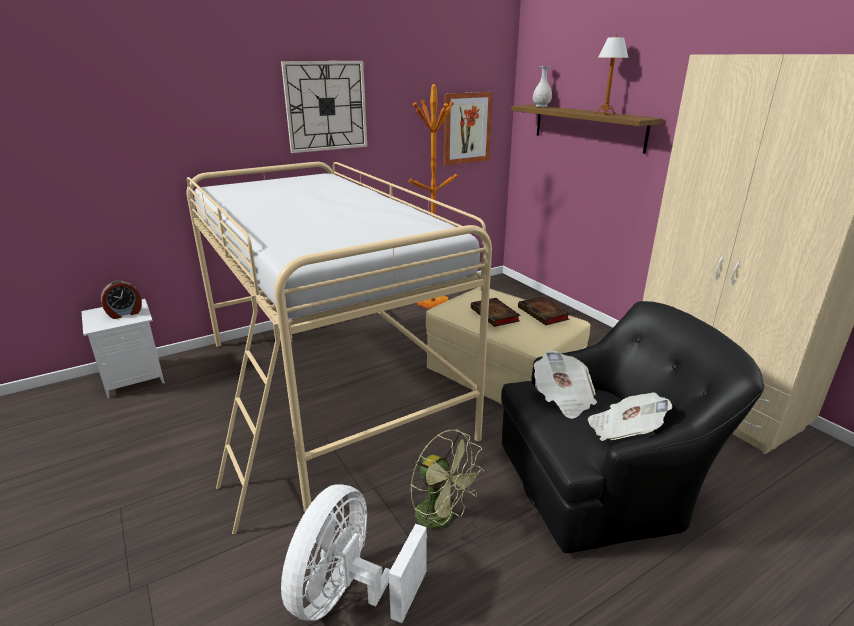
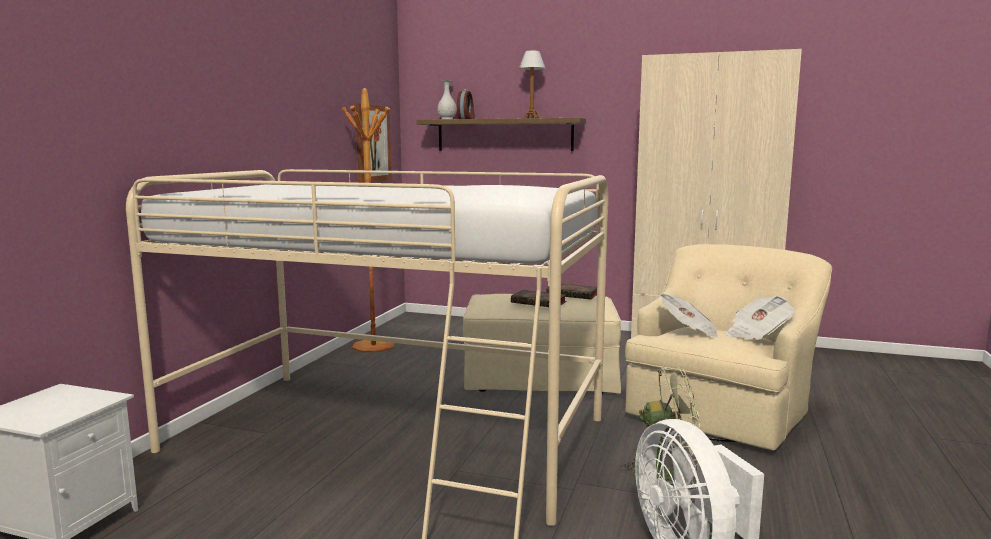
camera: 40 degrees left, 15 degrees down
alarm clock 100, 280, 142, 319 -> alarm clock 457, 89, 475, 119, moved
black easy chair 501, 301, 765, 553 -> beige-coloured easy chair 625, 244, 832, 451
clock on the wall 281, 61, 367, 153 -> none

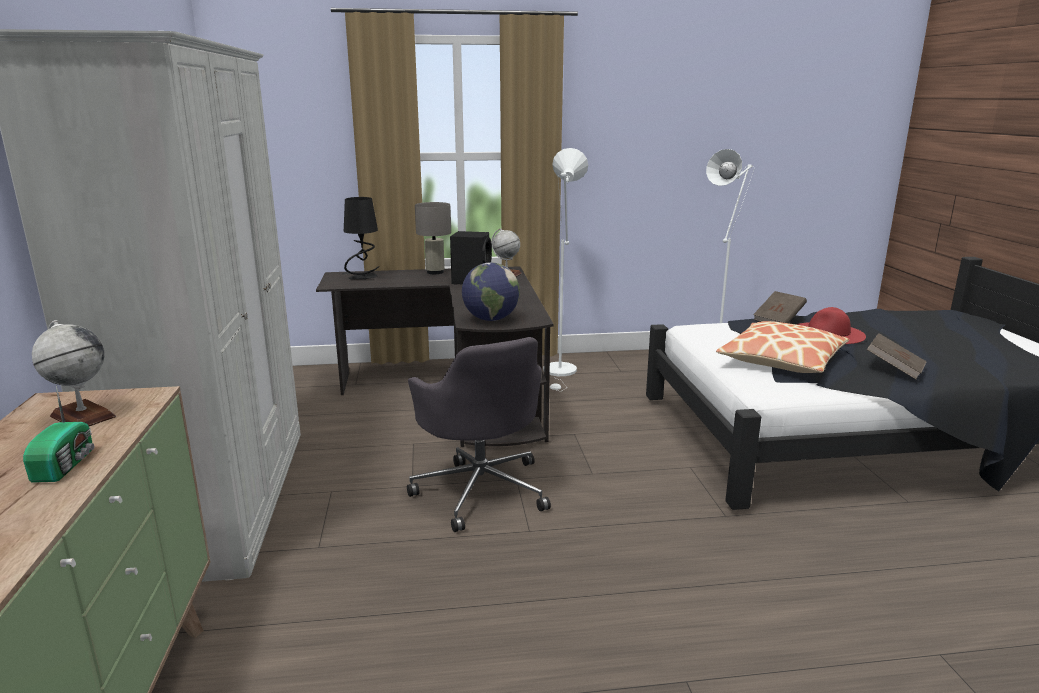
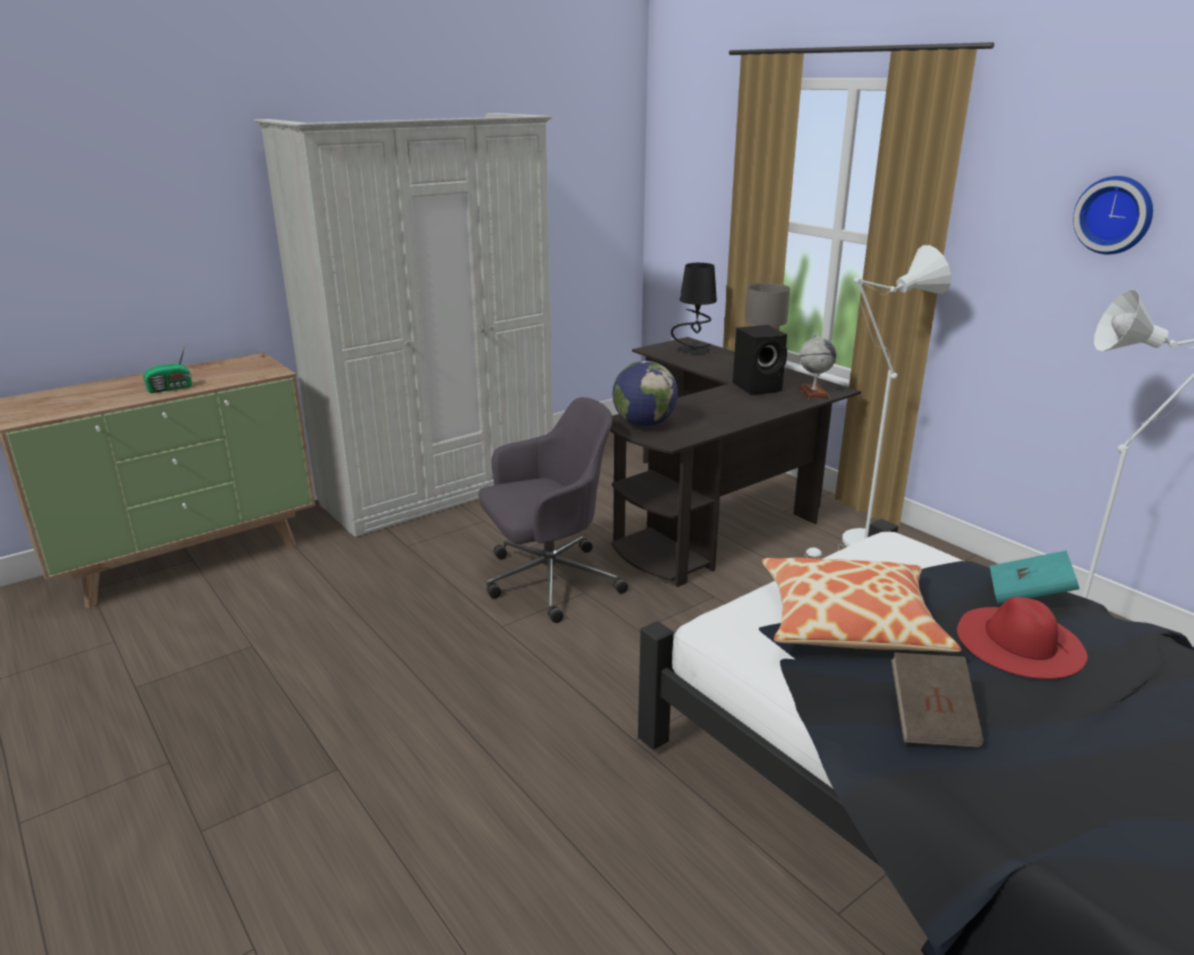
camera: 60 degrees right, 5 degrees up
gray desk chair 407, 337, 551, 532 -> gray desk chair 478, 397, 628, 623, 150 degrees counterclockwise
brownish book 753, 291, 807, 323 -> turquoise book 990, 550, 1079, 604
none -> clock on the wall 1073, 176, 1153, 254
globe 32, 320, 116, 426 -> none

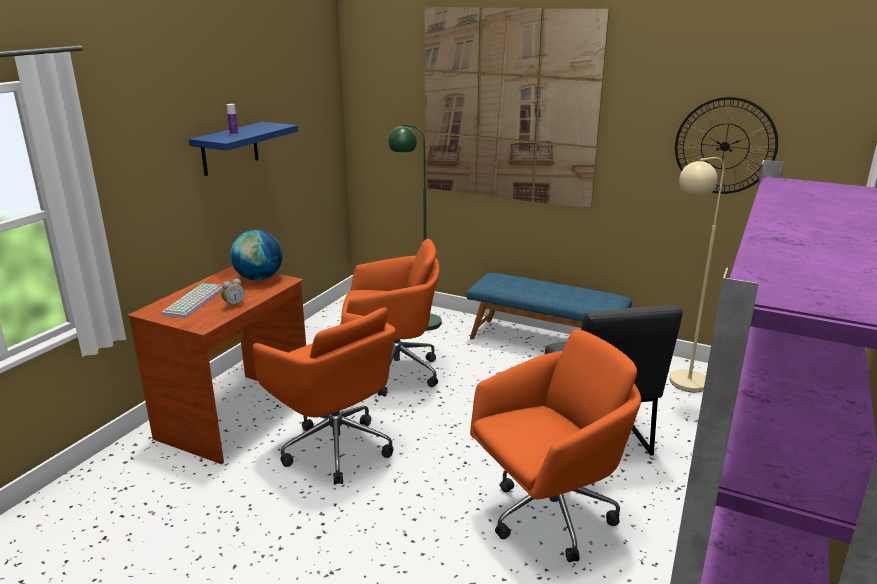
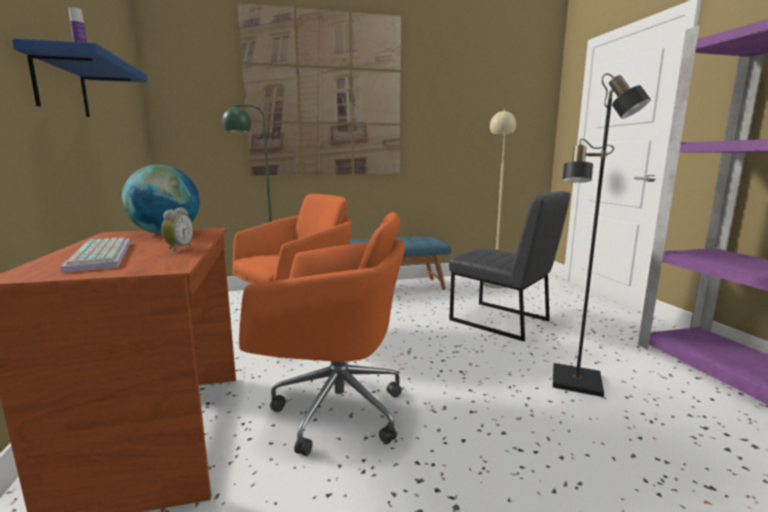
camera: 40 degrees left, 10 degrees down
orange-coloured desk chair 470, 330, 641, 562 -> black floor lamp 553, 73, 651, 397
clock on the wall 675, 97, 778, 194 -> none

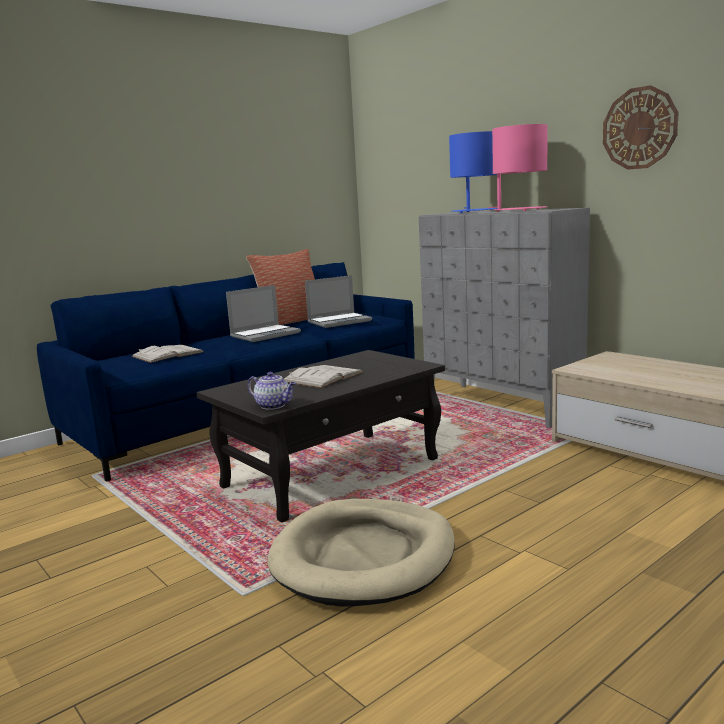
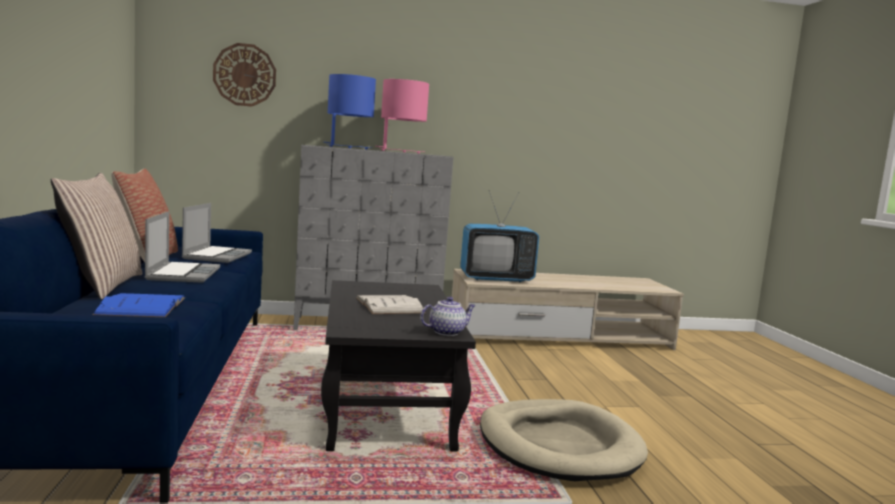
camera: 60 degrees left, 5 degrees down
none -> cushion 51, 173, 143, 300
white-coloured book 131, 345, 204, 363 -> bluish book 93, 293, 185, 317
clock on the wall 603, 85, 679, 170 -> clock on the wall 213, 43, 276, 107, moved
none -> television 460, 190, 539, 282

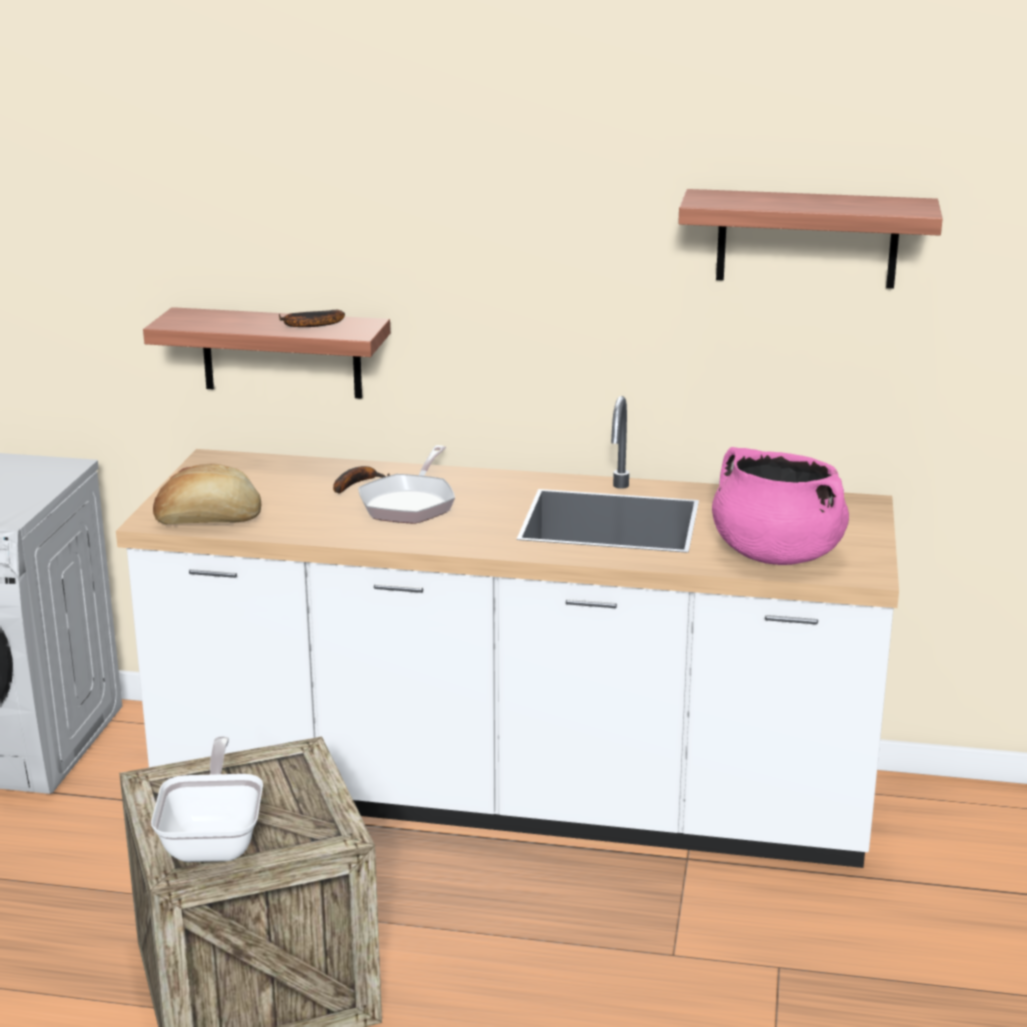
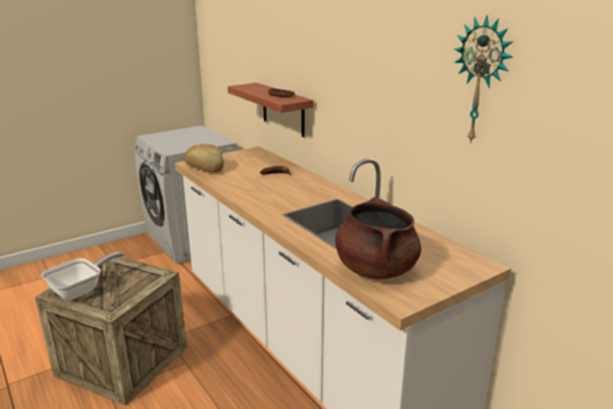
camera: 45 degrees right, 0 degrees up
pink saucepot 712, 447, 849, 565 -> brownish saucepot 335, 197, 421, 279
shelf 678, 189, 943, 288 -> clock on the wall 454, 14, 513, 144
skillet 358, 445, 455, 524 -> none

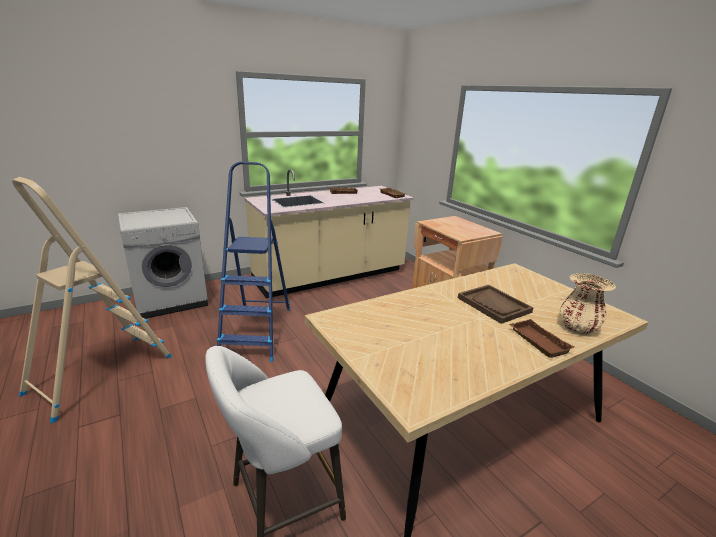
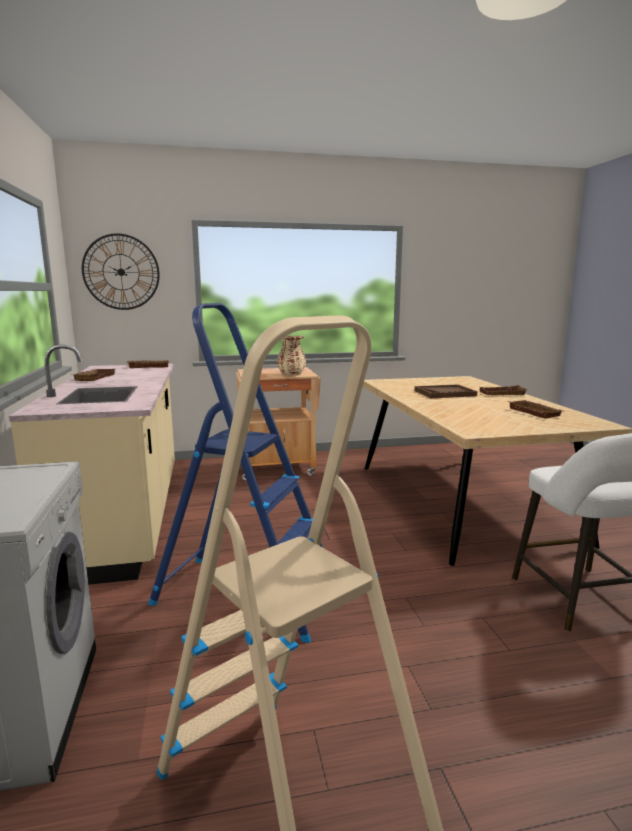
camera: 70 degrees left, 10 degrees down
none -> clock on the wall 82, 233, 160, 310
beige-coloured decorative vase 560, 273, 616, 335 -> beige-coloured decorative vase 277, 336, 306, 375, moved
none -> brownish serving tray 507, 400, 563, 419

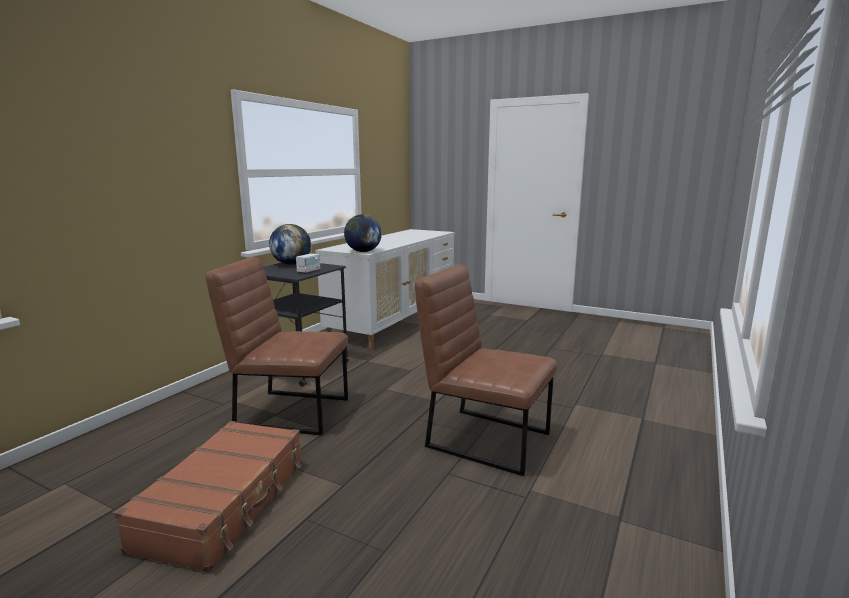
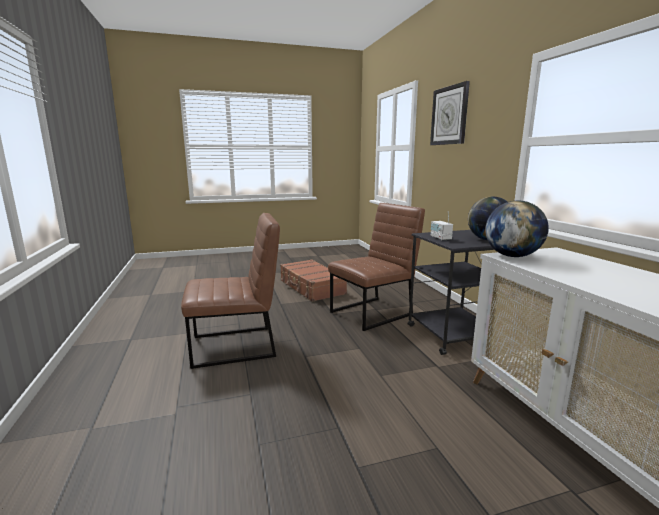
camera: 135 degrees right, 0 degrees up
none -> clock on the wall 430, 81, 470, 145

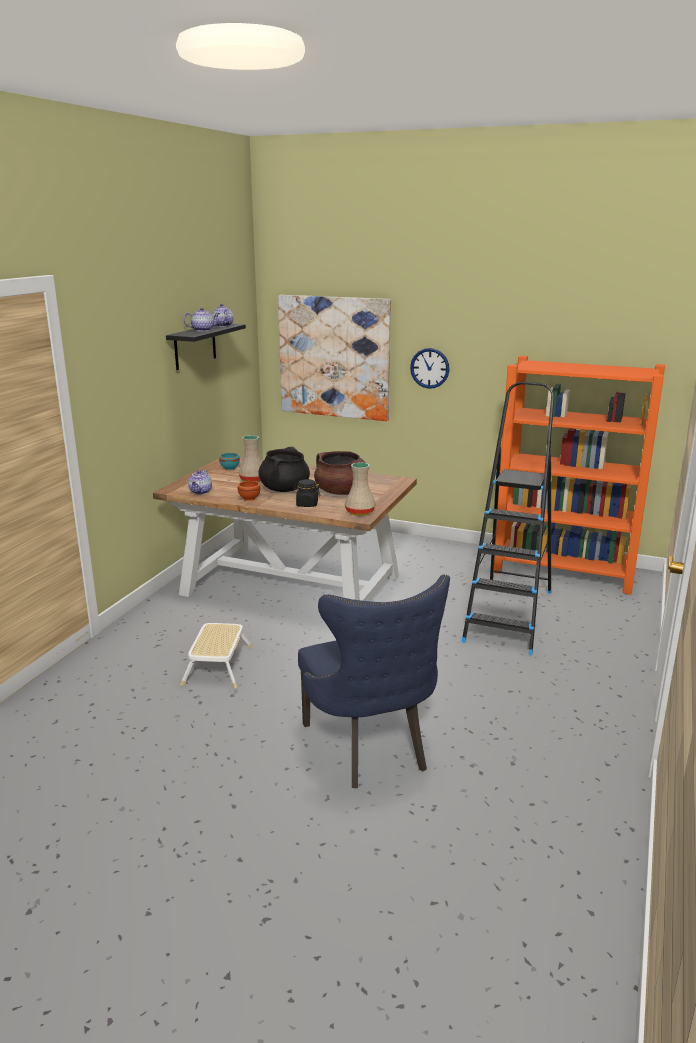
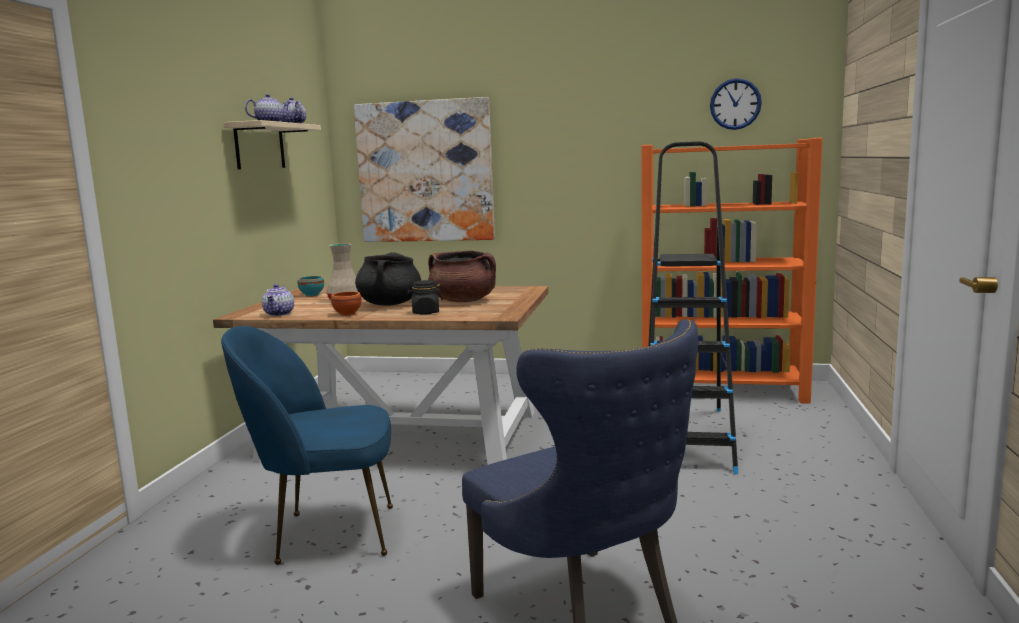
camera: 10 degrees left, 10 degrees down
beige-coloured step ladder 180, 623, 253, 688 -> bluish upright chair 221, 326, 393, 565
black shelf 166, 324, 246, 370 -> beige-coloured shelf 223, 120, 321, 169
clock on the wall 410, 348, 449, 389 -> clock on the wall 710, 78, 762, 130, moved
beige-coloured decorative vase 345, 462, 376, 516 -> none

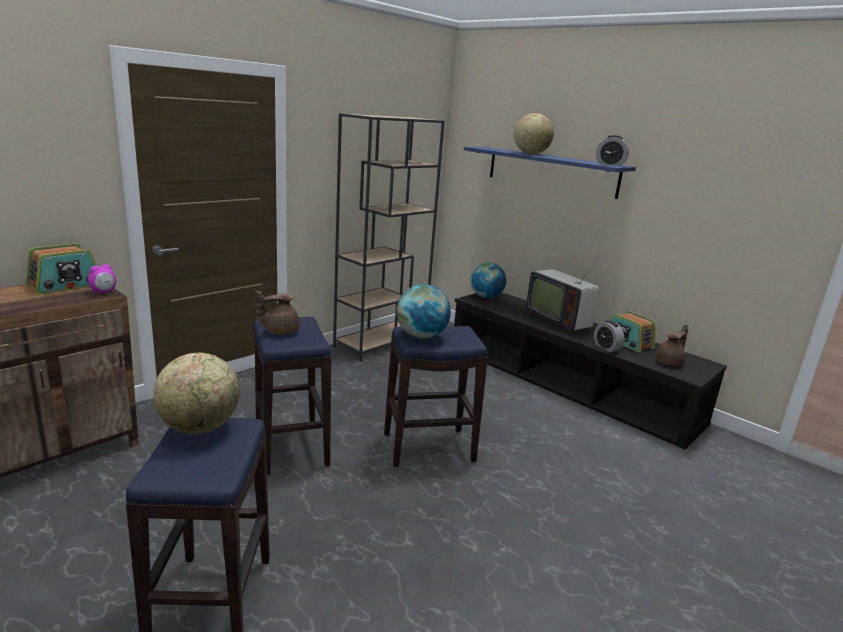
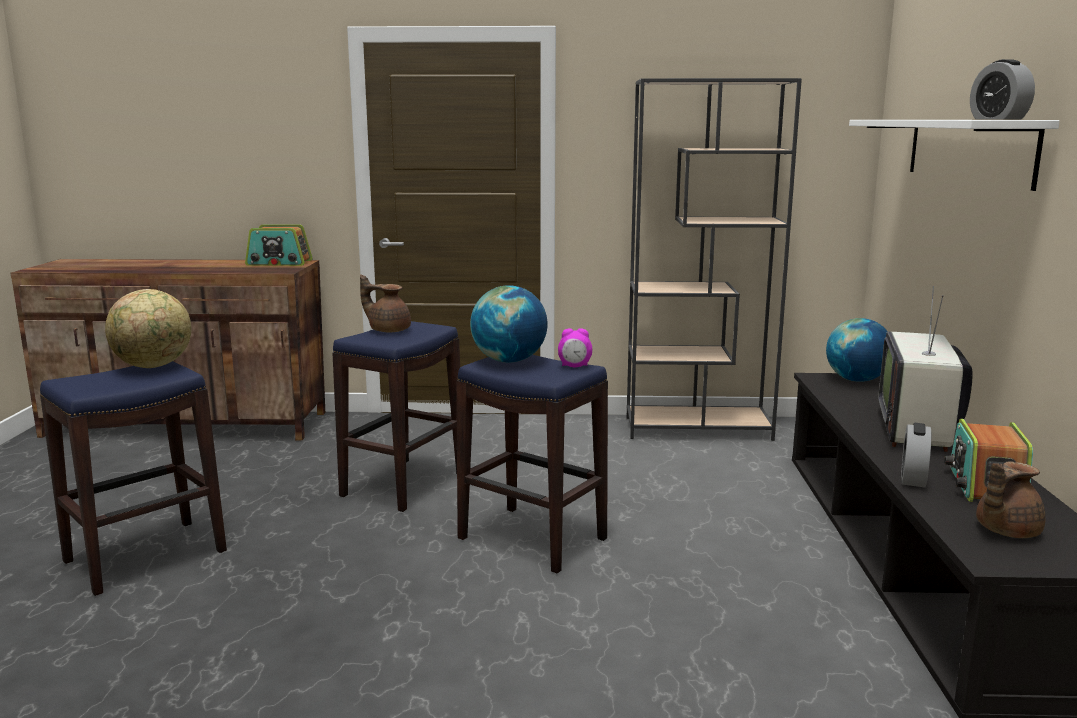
camera: 50 degrees right, 5 degrees down
alarm clock 88, 264, 116, 294 -> alarm clock 558, 328, 592, 367, moved
bluish shelf 464, 147, 636, 199 -> white-coloured shelf 849, 120, 1060, 191
brownish pot for tea 656, 324, 689, 366 -> brownish pot for tea 976, 461, 1046, 538, 135 degrees clockwise
globe 514, 113, 554, 154 -> none

